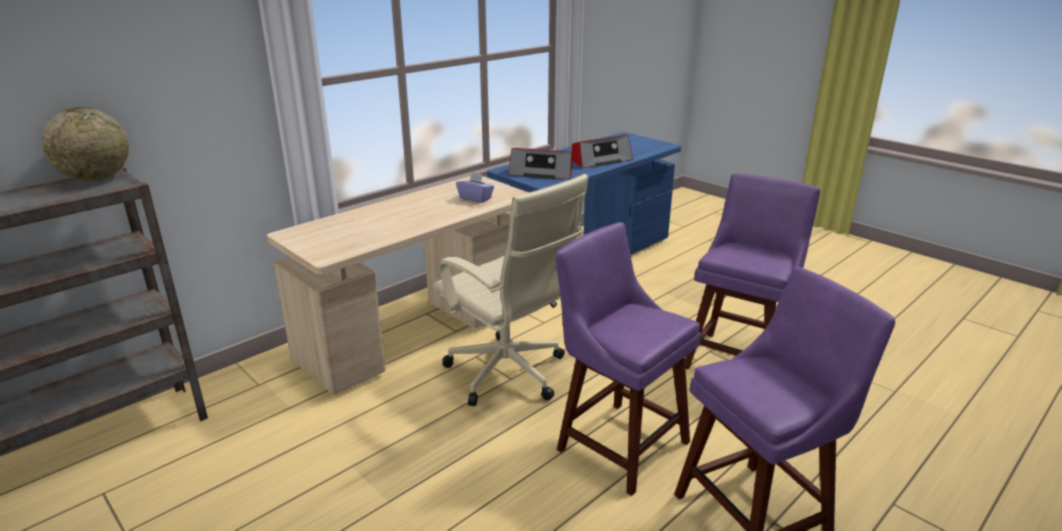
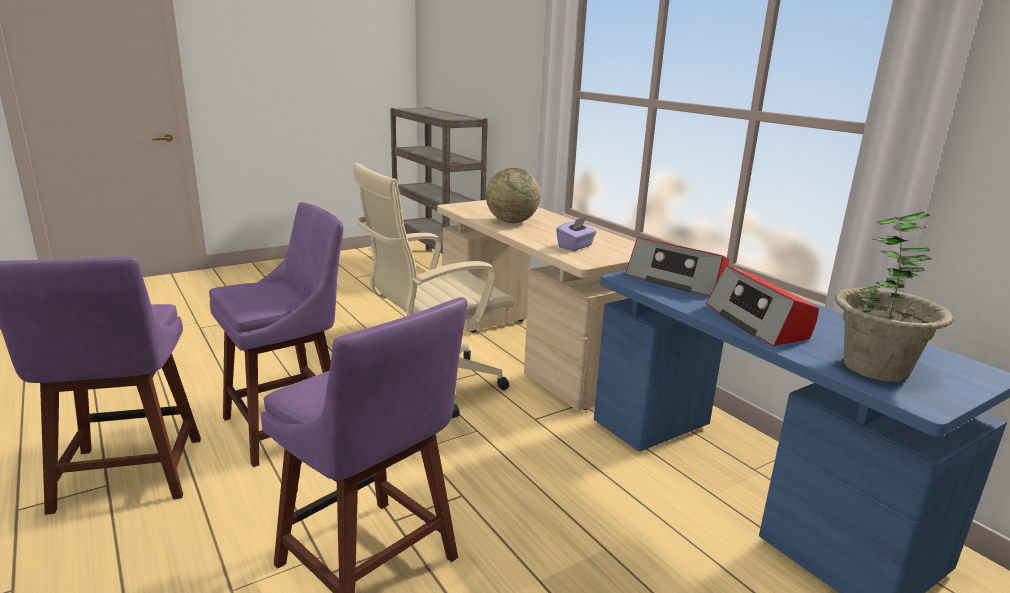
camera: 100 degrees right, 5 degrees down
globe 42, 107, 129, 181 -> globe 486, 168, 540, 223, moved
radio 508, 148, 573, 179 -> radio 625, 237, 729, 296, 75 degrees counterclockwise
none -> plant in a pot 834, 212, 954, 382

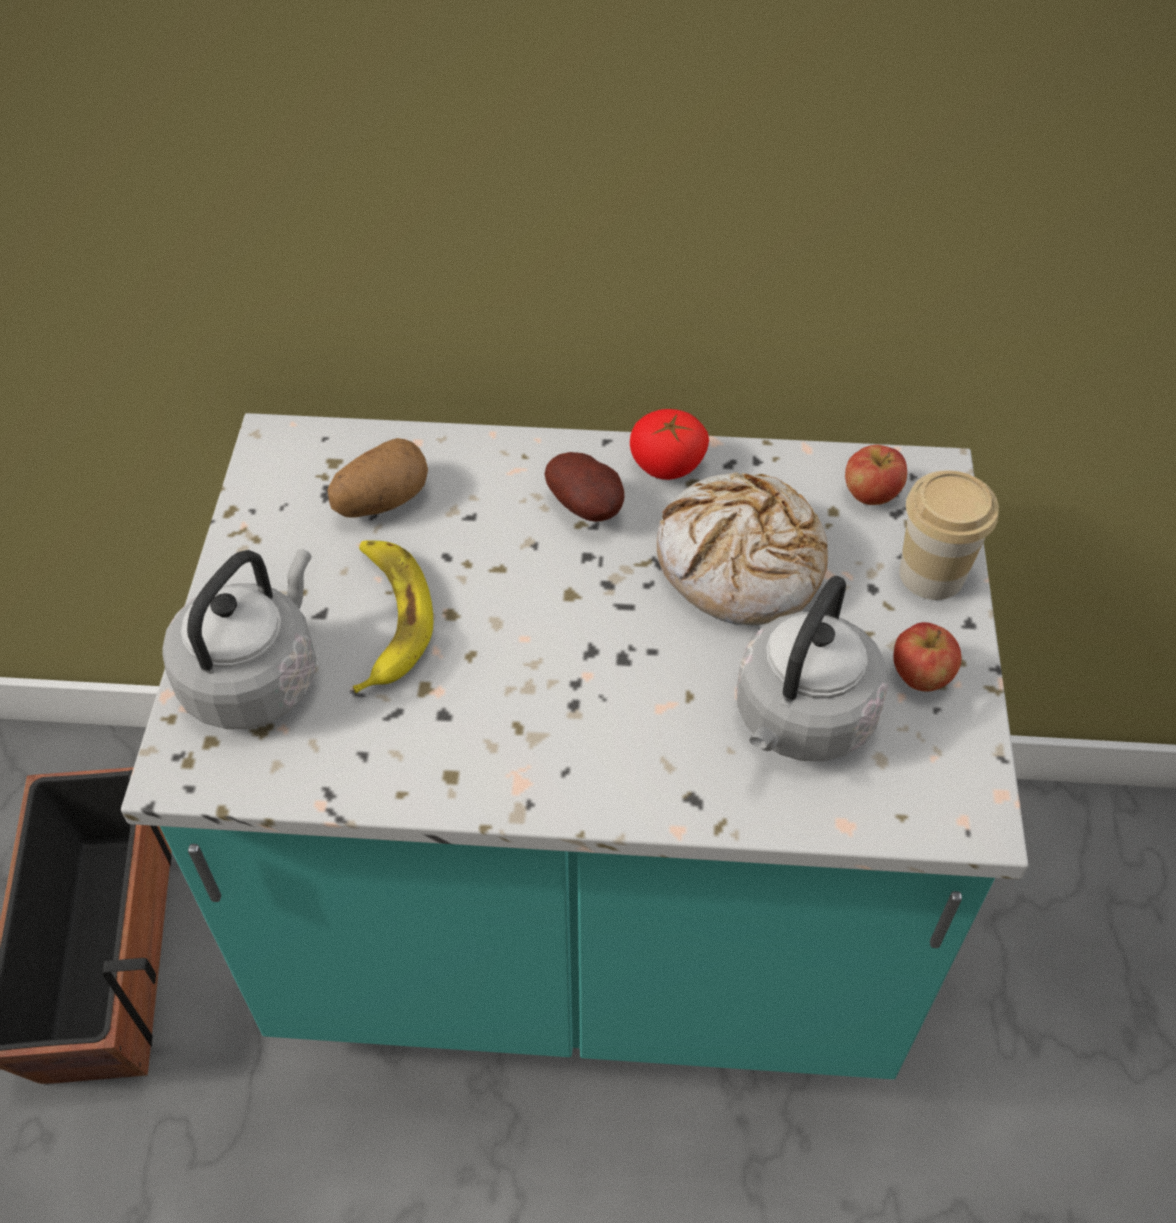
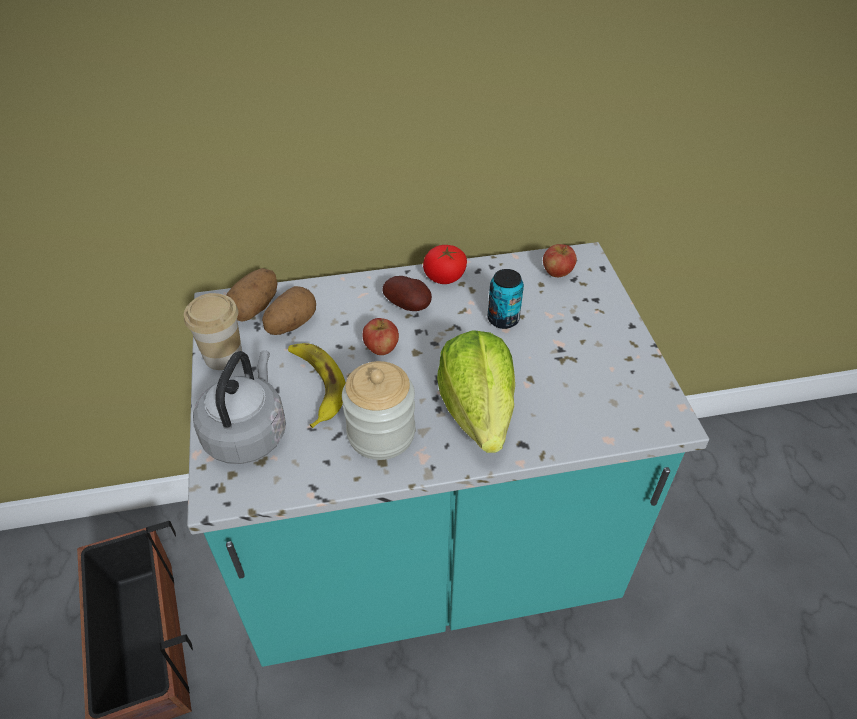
camera: 15 degrees left, 5 degrees down
small cup 899, 471, 999, 600 -> small cup 184, 293, 242, 370, moved
none -> whole potato 226, 268, 277, 322
none -> preserve jar 342, 361, 415, 460
whole apple 893, 622, 961, 692 -> whole apple 363, 318, 399, 355, moved
none -> head of lettuce 437, 330, 515, 453
bakery bread 657, 472, 828, 625 -> can 487, 269, 524, 329
gray tea kettle 737, 576, 888, 761 -> none

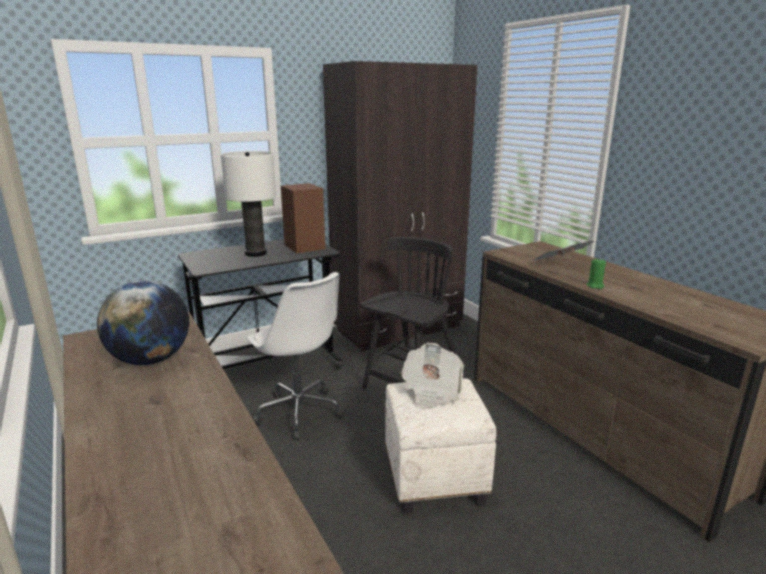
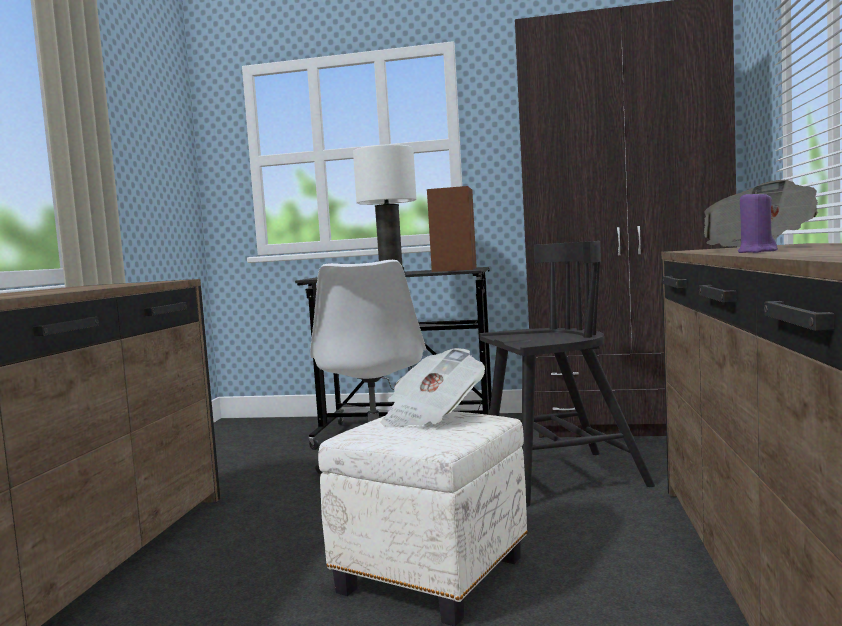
camera: 40 degrees right, 15 degrees down
green wax light 587, 258, 606, 289 -> purple wax light 738, 191, 778, 253
globe 97, 281, 189, 365 -> none

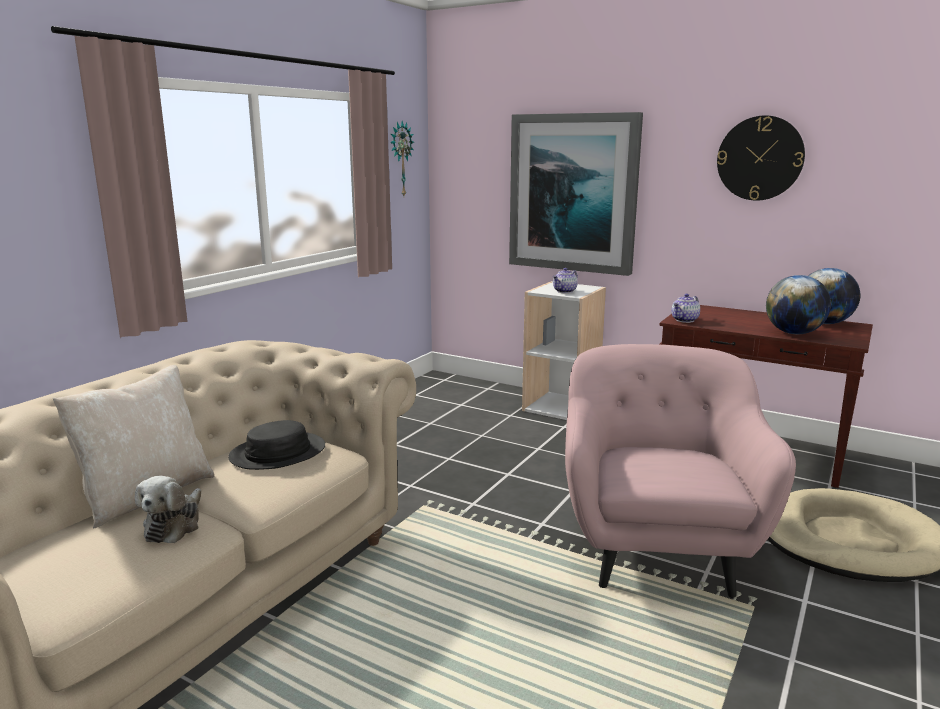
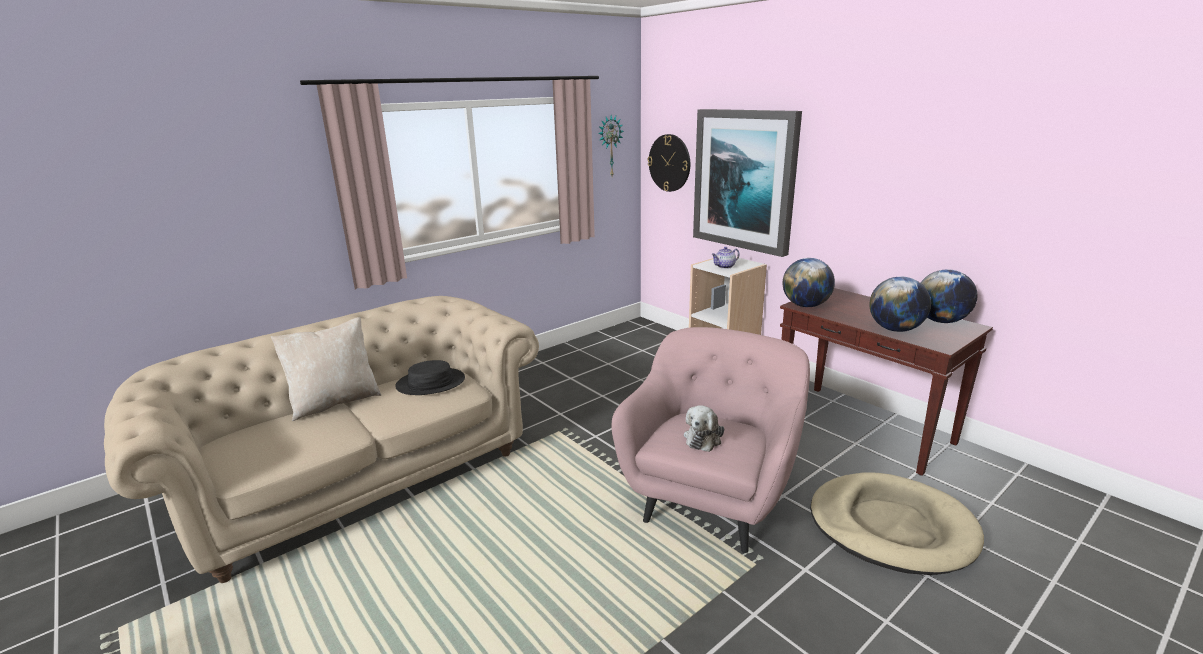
camera: 20 degrees right, 5 degrees up
clock on the wall 717, 115, 805, 201 -> clock on the wall 648, 134, 690, 192, moved
cuddly toy 135, 476, 201, 543 -> cuddly toy 684, 405, 724, 452, moved
pot for tea 671, 294, 700, 323 -> globe 783, 258, 835, 307

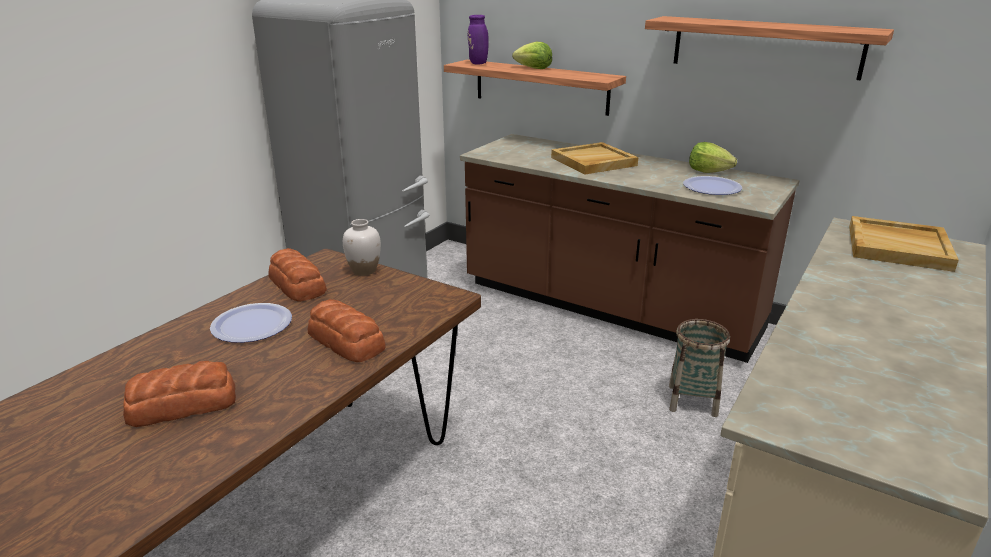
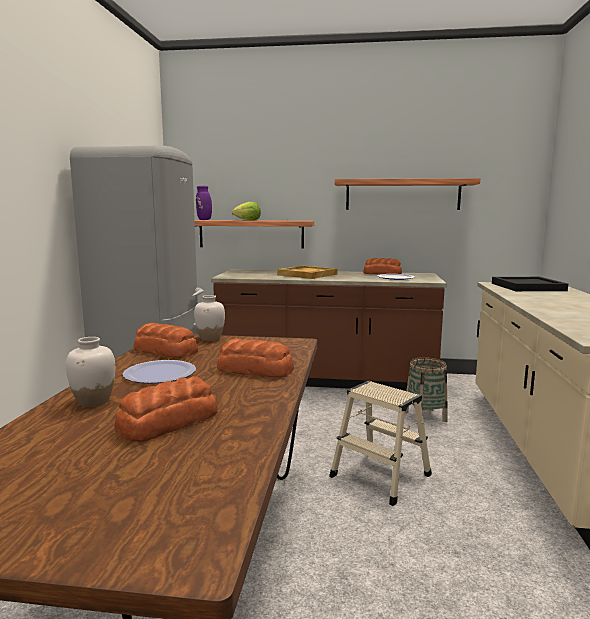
camera: 25 degrees left, 15 degrees down
none -> white-coloured decorative vase 66, 337, 115, 407
none -> beige-coloured step ladder 329, 380, 432, 506
head of lettuce 689, 142, 737, 173 -> bakery bread 363, 258, 402, 274
beige-coloured serving tray 849, 216, 958, 272 -> black serving tray 492, 277, 568, 291

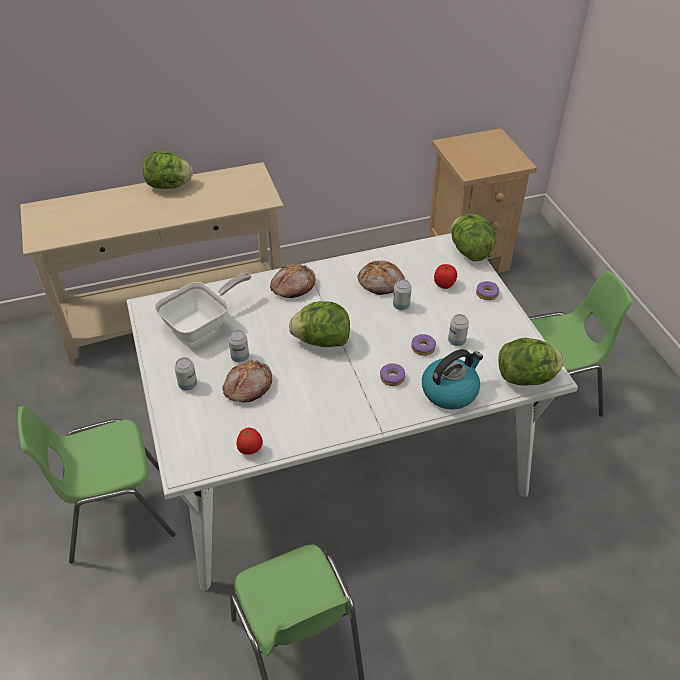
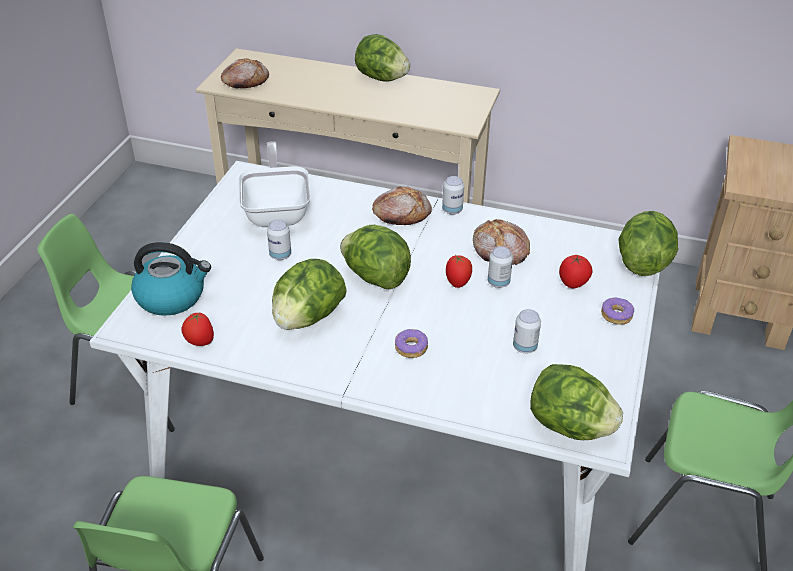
camera: 35 degrees right, 5 degrees down
tea kettle 422, 349, 483, 409 -> tea kettle 131, 242, 211, 316, moved
bakery bread 223, 360, 272, 402 -> bakery bread 221, 58, 269, 88, moved
skillet 154, 273, 251, 342 -> skillet 238, 141, 311, 227, 90 degrees counterclockwise
none -> head of lettuce 272, 259, 347, 330
can 174, 357, 197, 391 -> can 442, 176, 464, 215, moved
none -> whole tomato 446, 255, 472, 288
ring doughnut 411, 334, 436, 356 -> none

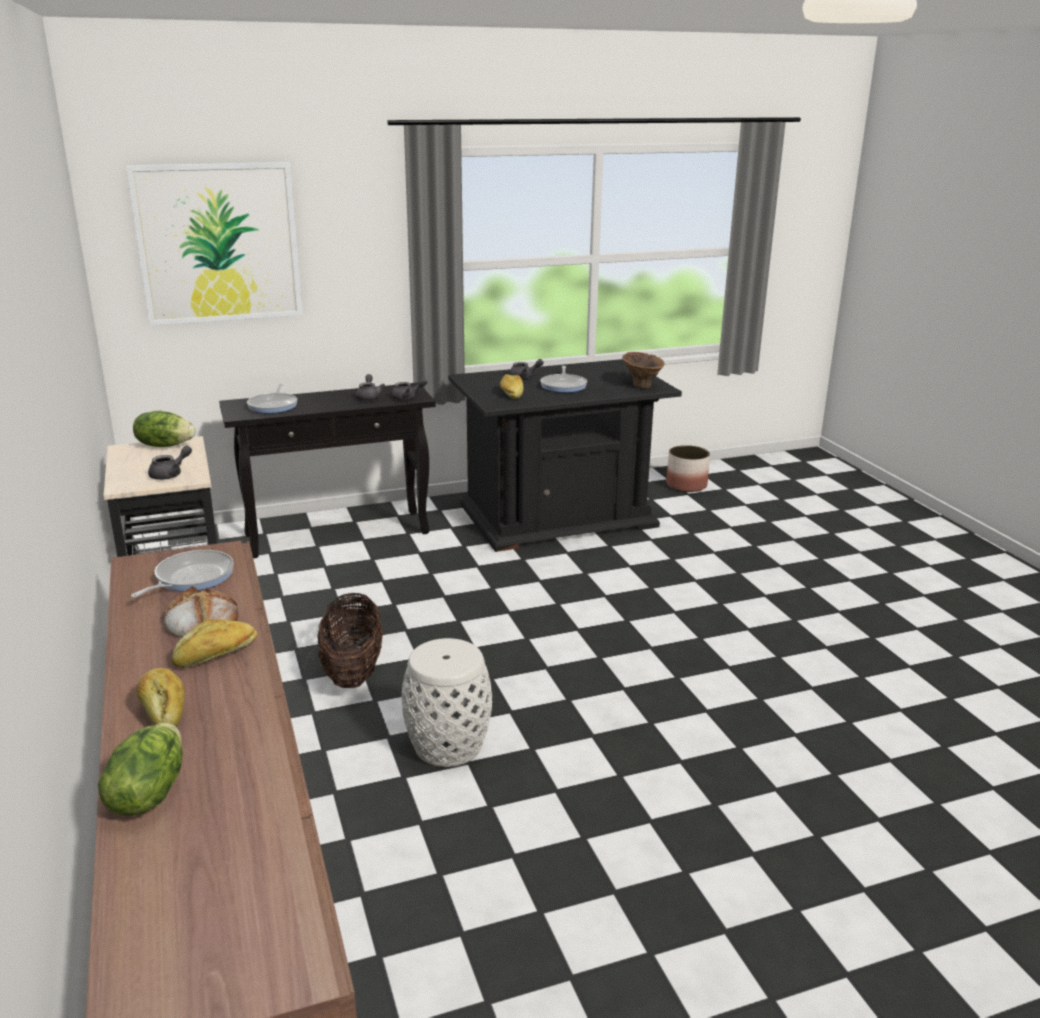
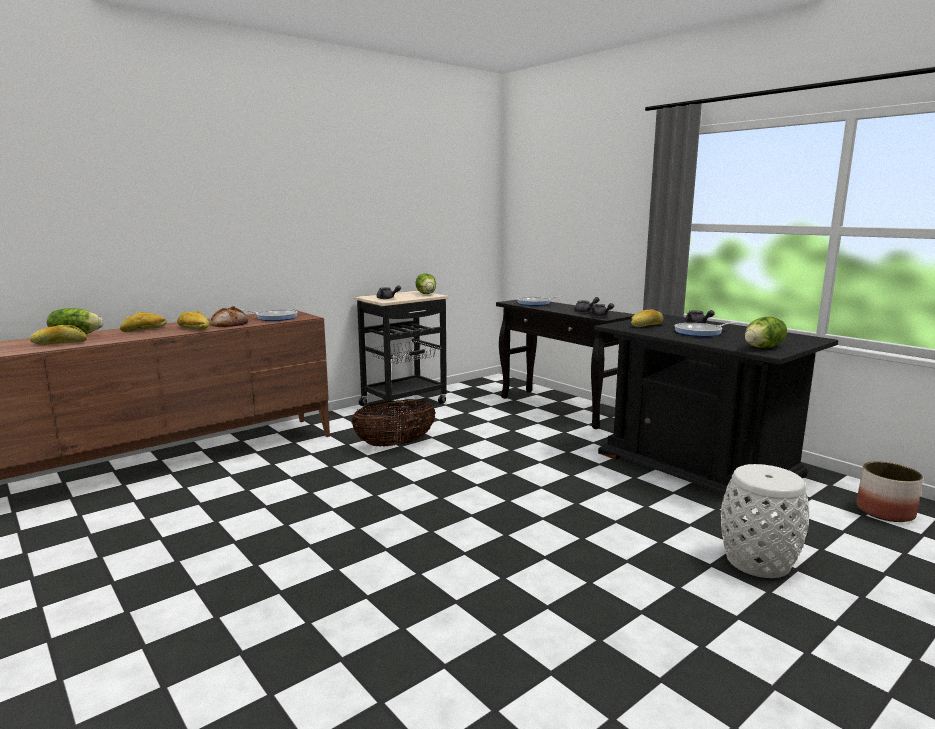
camera: 70 degrees right, 10 degrees down
none -> bakery bread 30, 325, 87, 345
white-coloured stool 401, 638, 492, 767 -> white-coloured stool 721, 464, 809, 578, moved
brownish decorative vase 622, 352, 665, 389 -> head of lettuce 744, 317, 787, 348
picture 126, 162, 302, 325 -> none

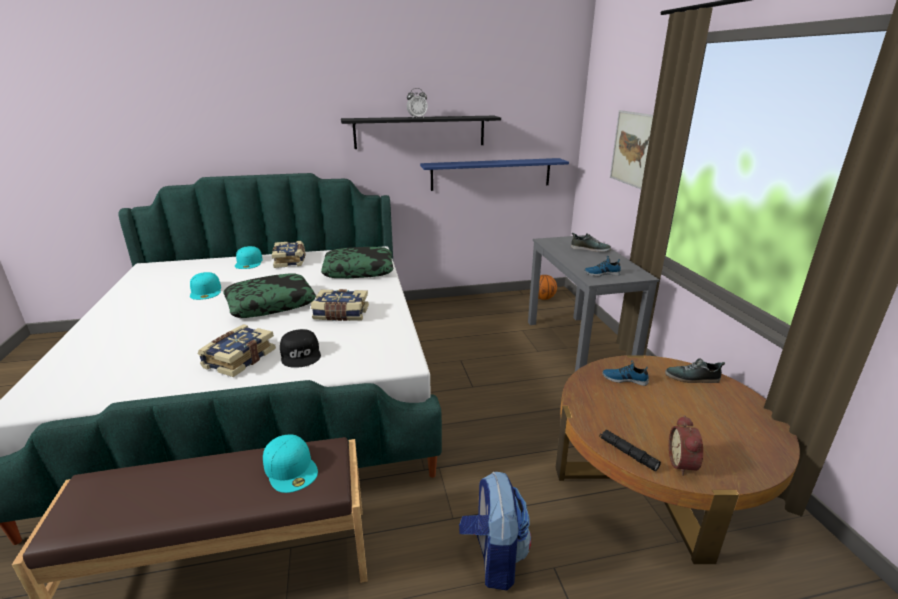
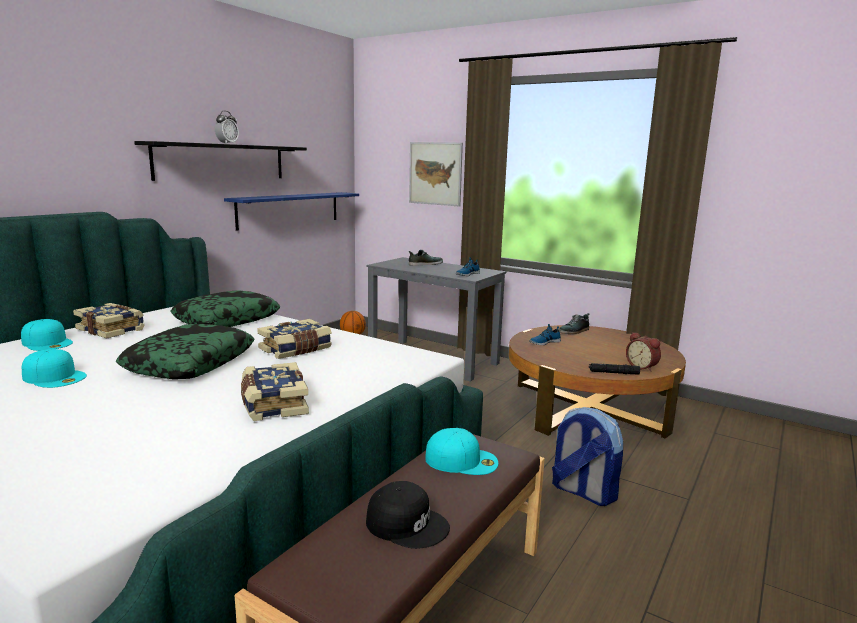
camera: 45 degrees left, 10 degrees down
black peaked cap 280, 329, 321, 368 -> black peaked cap 366, 481, 450, 549, moved

